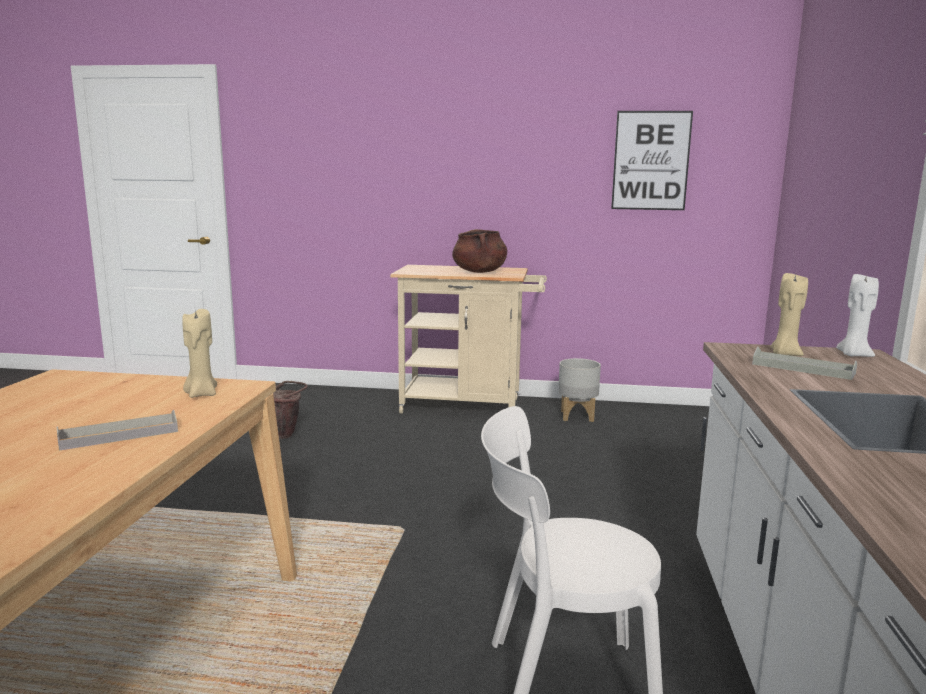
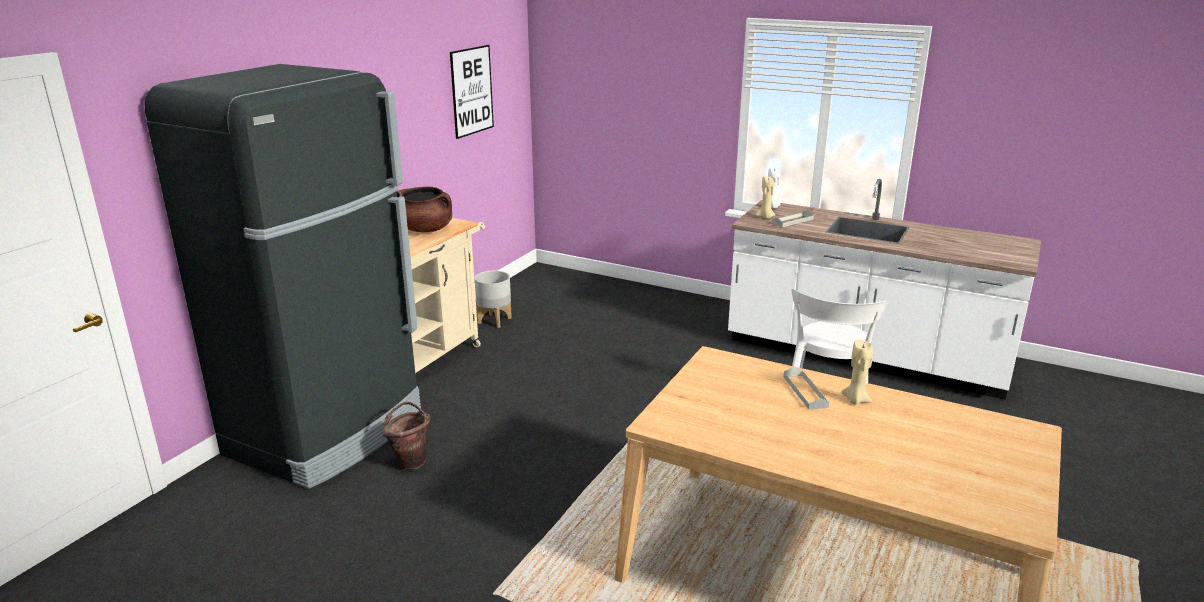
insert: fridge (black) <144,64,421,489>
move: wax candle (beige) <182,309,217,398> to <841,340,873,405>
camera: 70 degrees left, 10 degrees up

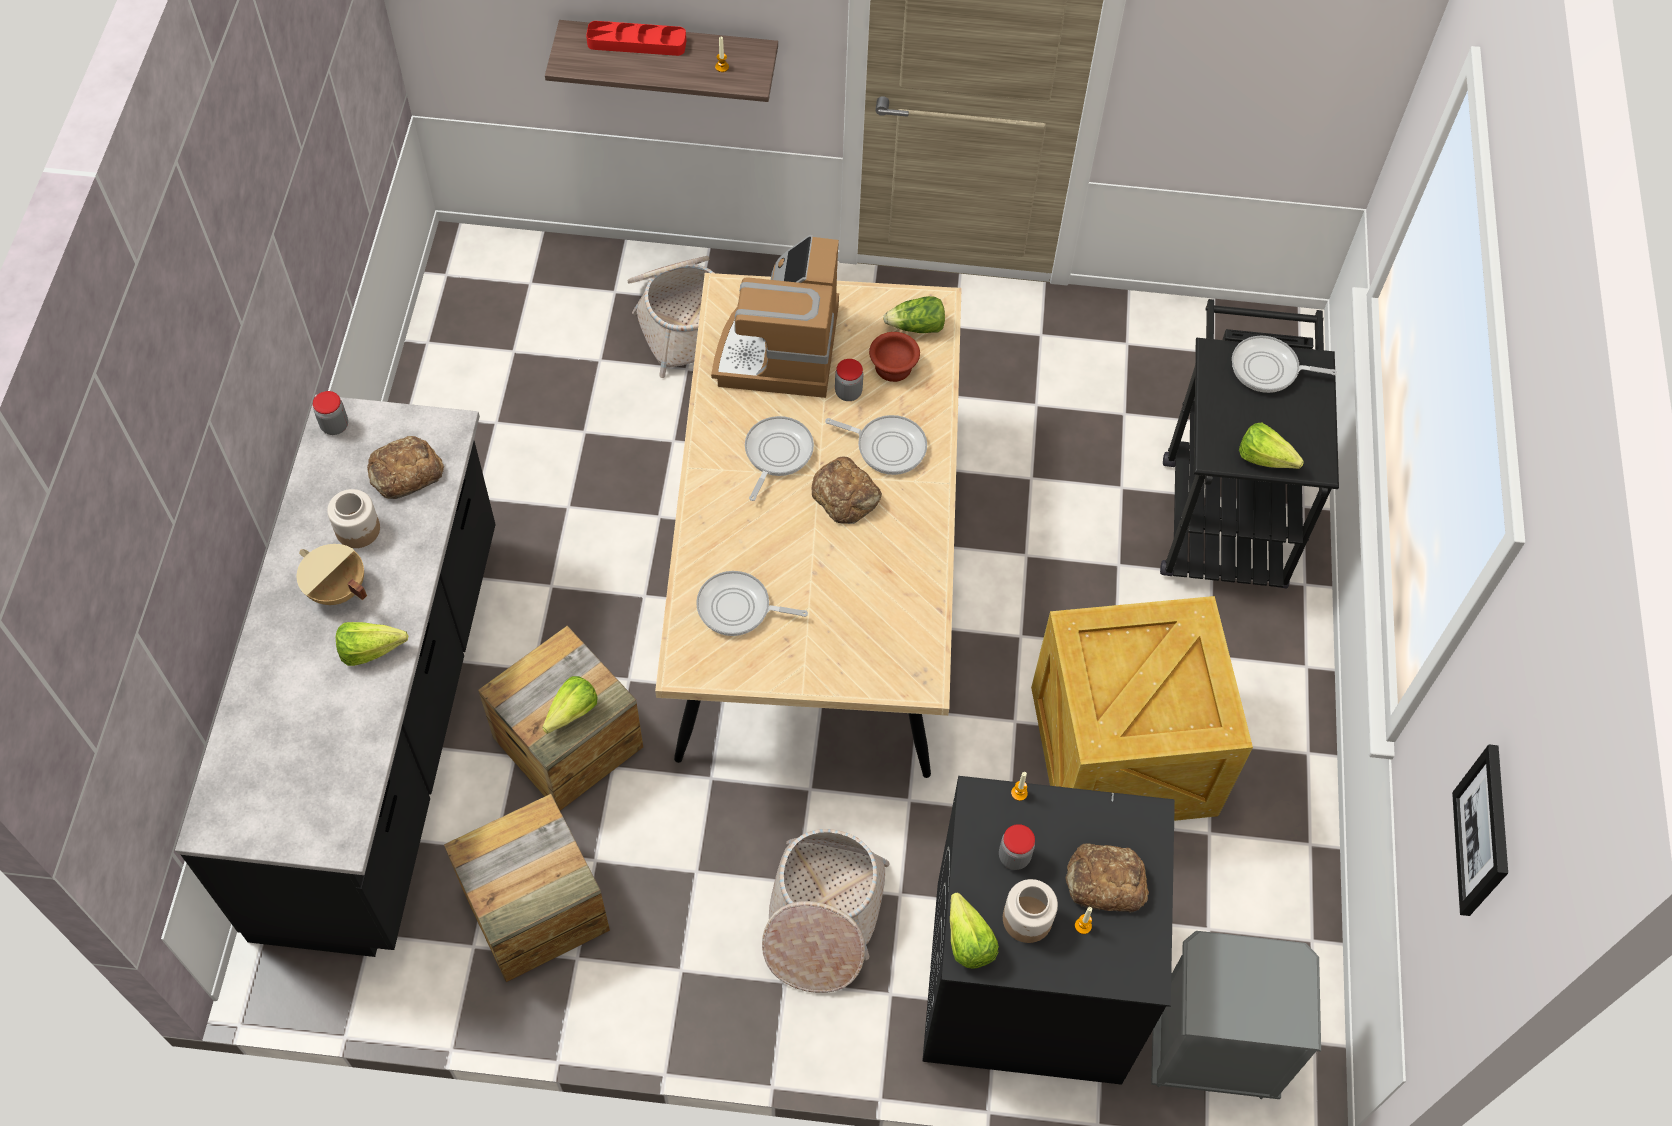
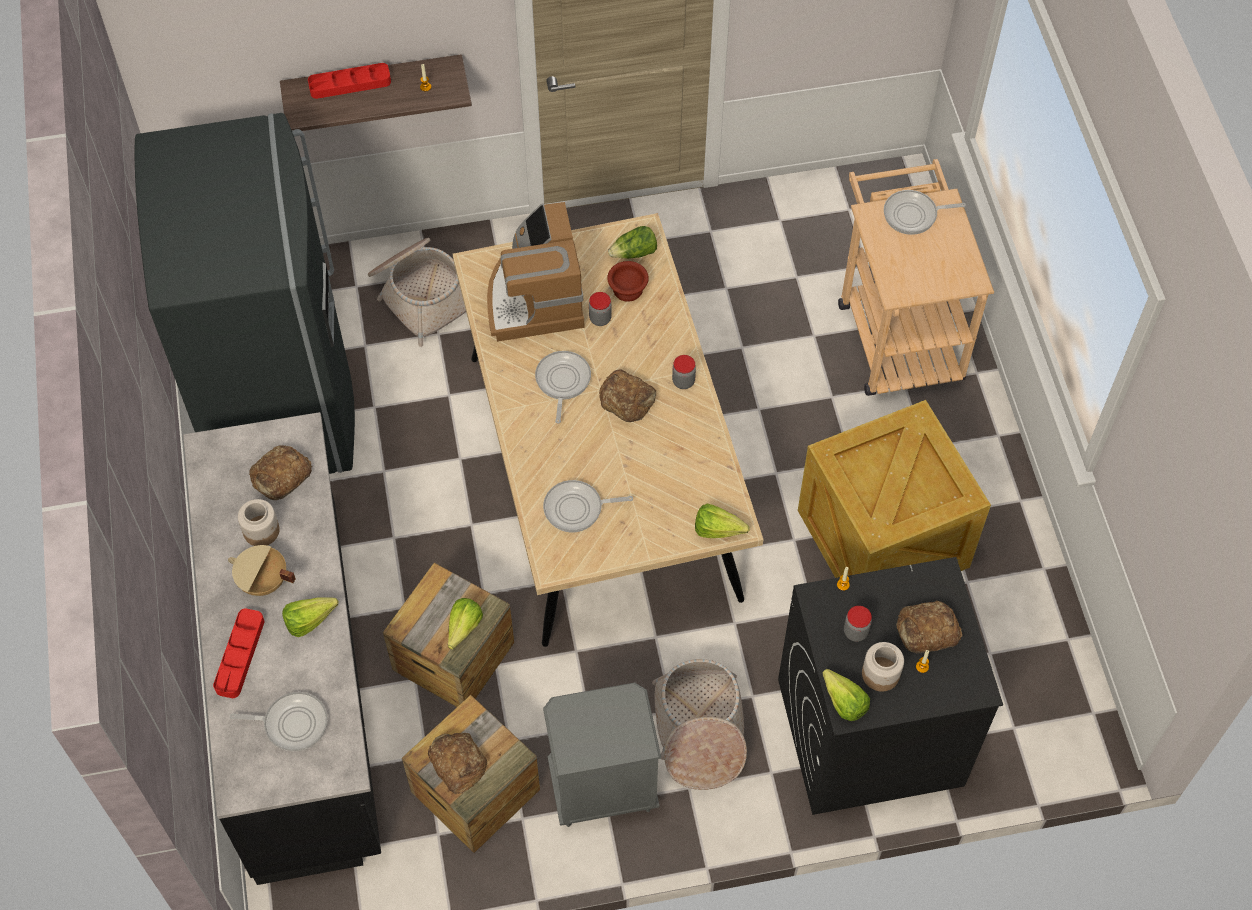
delete: wall art <1452,744,1508,916>
insert: fridge (greyish) <135,113,355,474>; carrying tray (reddish) <213,608,265,698>; bakery bread <428,733,487,794>
move: preserve jar <313,391,348,435> to <672,355,696,389>; pan <825,415,927,475> to <230,692,328,751>; head of lettuce <1239,423,1304,469> to <695,503,750,538>; nightstand (greyish) <1151,931,1321,1099> to <543,683,662,827>
recolor: wheeled cart (black) <1160,299,1339,588> to wheeled cart (beige) <838,159,994,396>
camera: 15 degrees left, 0 degrees up

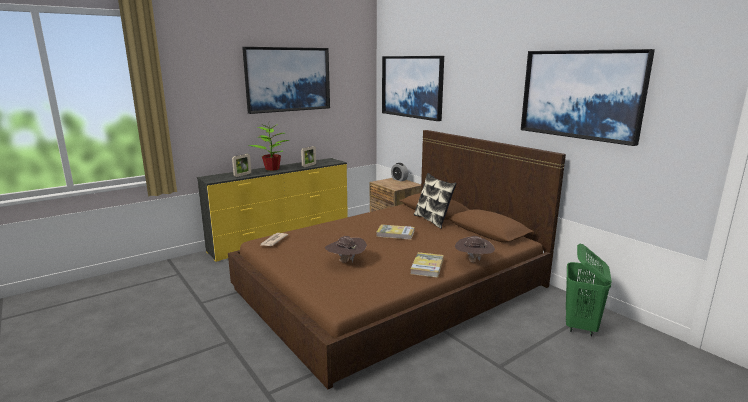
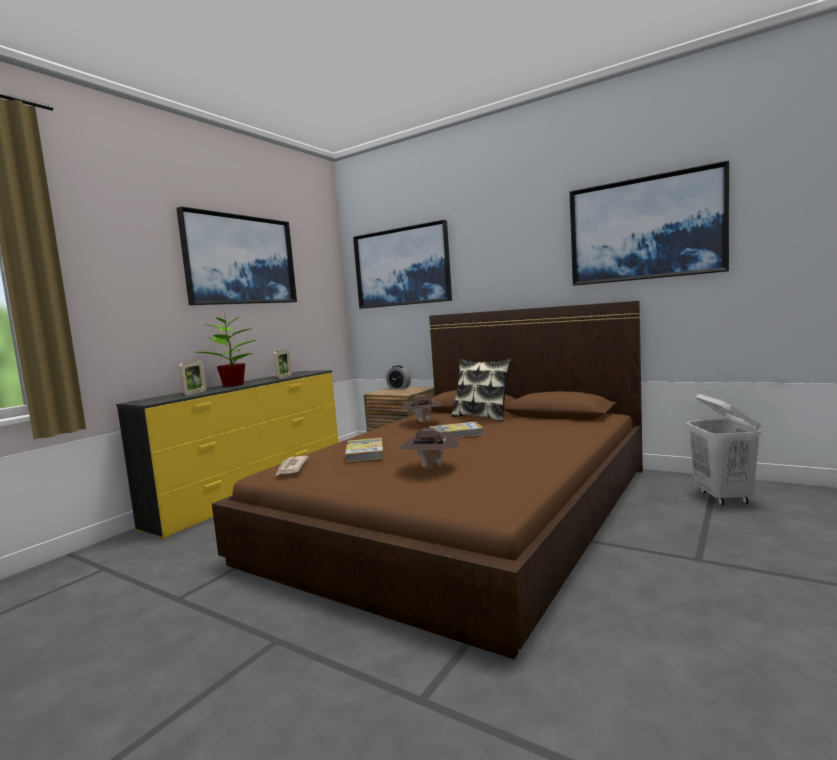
move: hat (brown) <455,236,495,263> to <401,394,443,423>; bound book <410,252,444,278> to <345,438,383,462>
recolor: washing basket (green-coloured) <566,244,612,336> to washing basket (white) <687,394,761,505>
camera: 20 degrees left, 10 degrees down

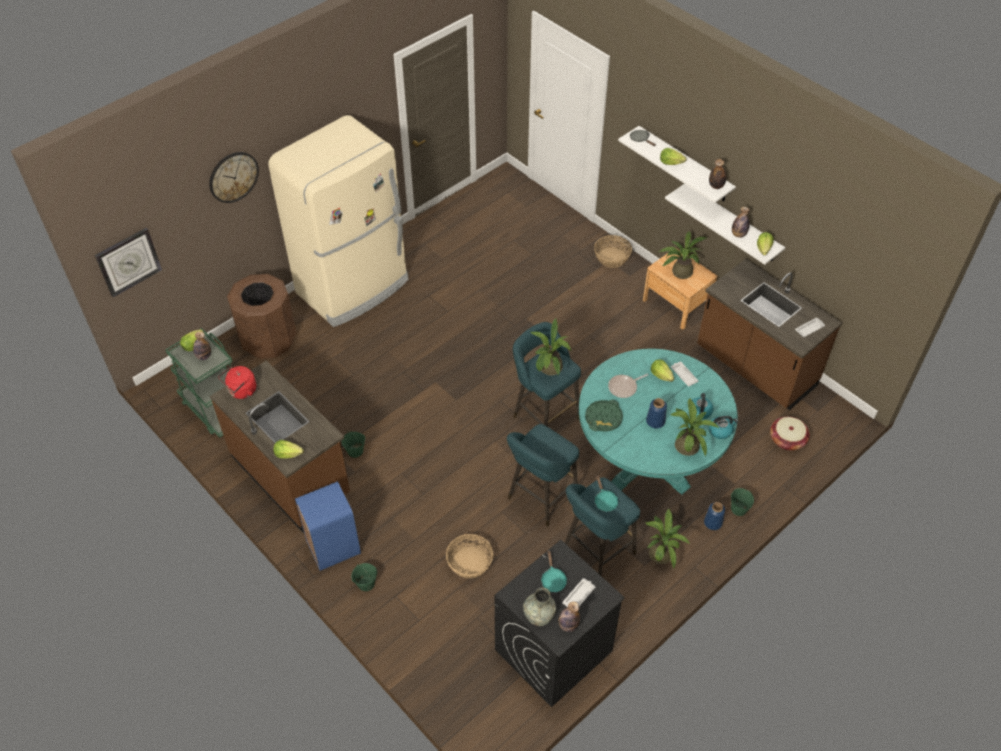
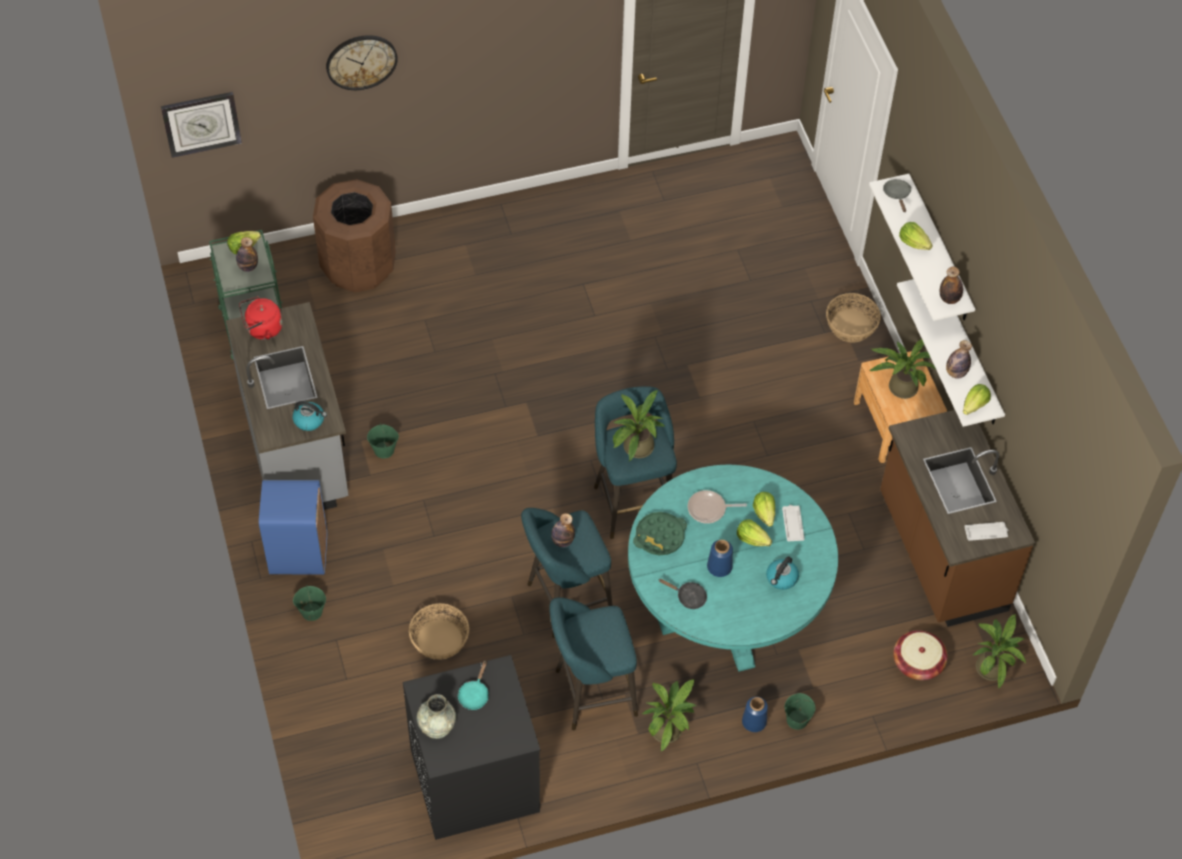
delete: fridge (beige) <268,115,409,327>; pan (turquoise-coloured) <595,475,618,512>; carrying tray (white) <563,578,595,607>
insert: pan (black) <659,579,707,609>
move: houseplant <670,398,719,456> to <973,614,1026,689>; tea kettle <709,416,738,439> to <292,401,327,431>; head of lettuce <273,440,304,459> to <737,519,772,546>; bottle <559,602,580,632> to <551,513,575,547>
recolor: kitchen counter (brown) <210,360,350,533> to kitchen counter (greyish) <226,302,348,510>
camera: 25 degrees right, 5 degrees up

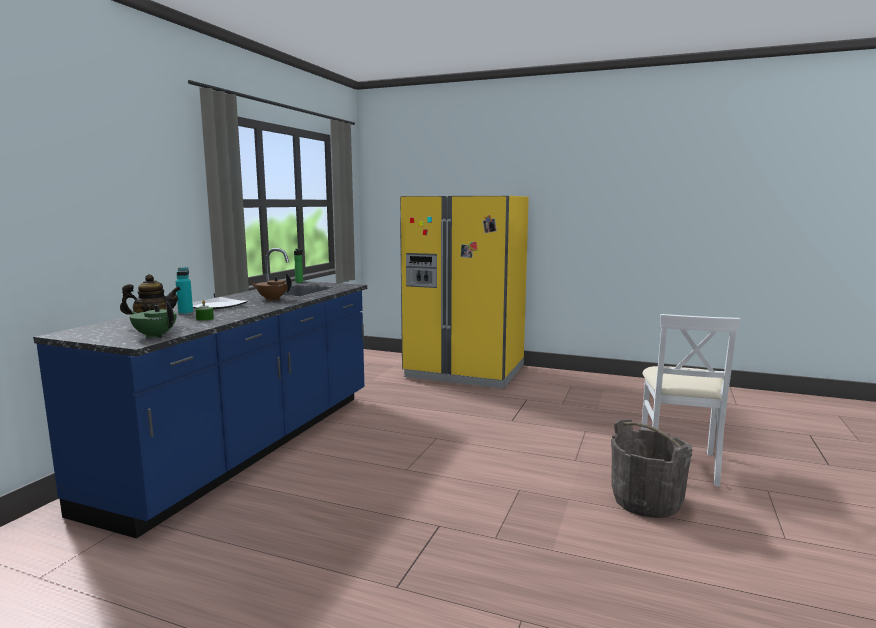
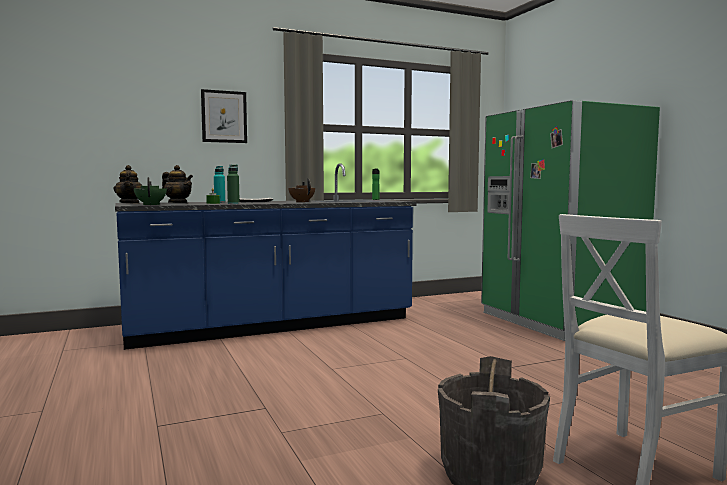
insert: wall art <201,89,247,143>; teapot <113,165,142,204>; bottle (green-coloured) <227,165,240,204>
recolor: fridge (yellow) <400,196,529,388> to fridge (green-coloured) <481,100,660,341>
camera: 45 degrees right, 5 degrees down

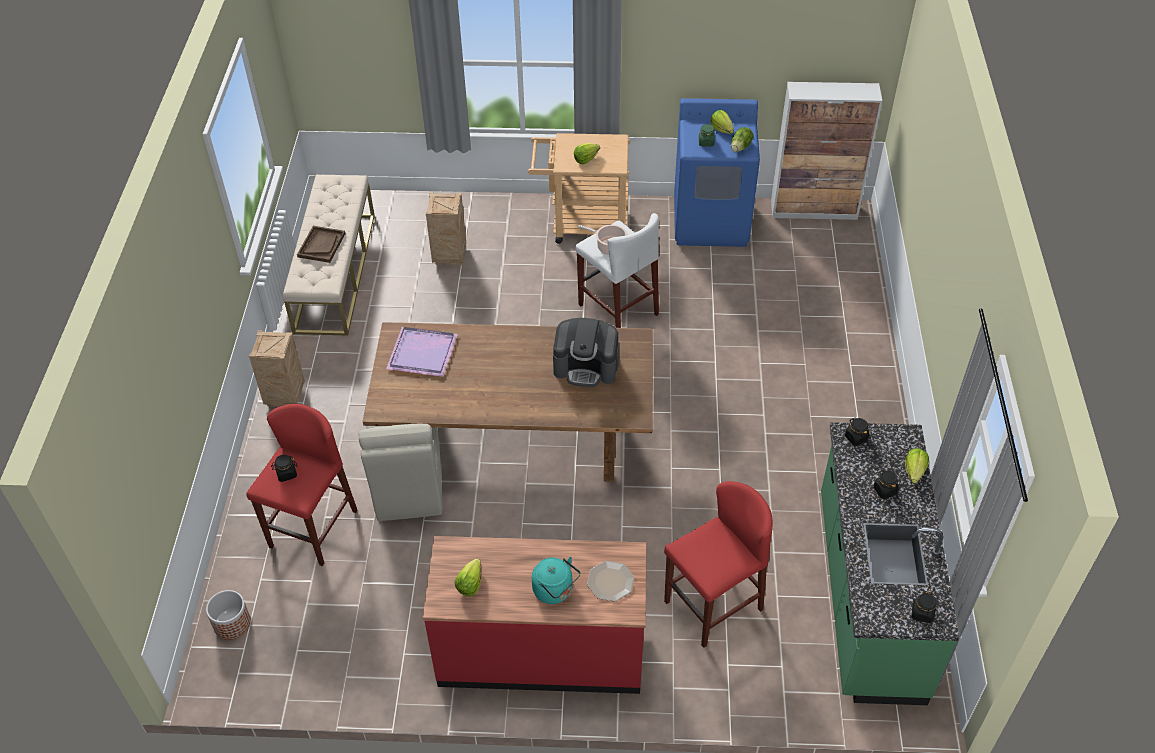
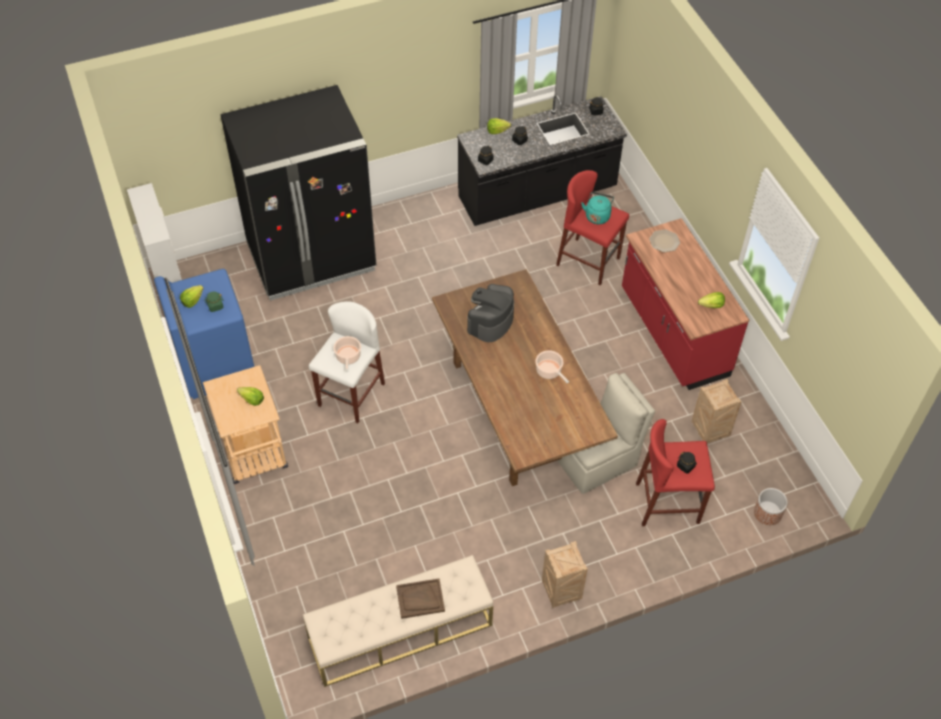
delete: head of lettuce <731,127,754,152>; carrying tray (purple-coloured) <386,327,458,377>
insert: fridge (black) <221,85,376,301>; saucepot <535,350,569,383>
move: crate <426,193,466,266> to <691,379,742,443>; tea kettle (turquoise-coloured) <532,557,580,604> to <581,192,614,224>
recolor: kitchen counter (green-coloured) <821,422,959,705> to kitchen counter (black) <457,95,627,226>
rotate: coffee machine <553,318,619,387> = <467,284,514,342> 135 degrees counterclockwise
camera: 115 degrees left, 5 degrees up

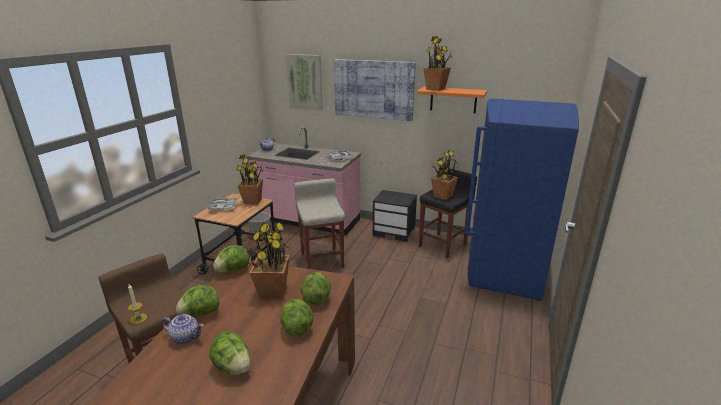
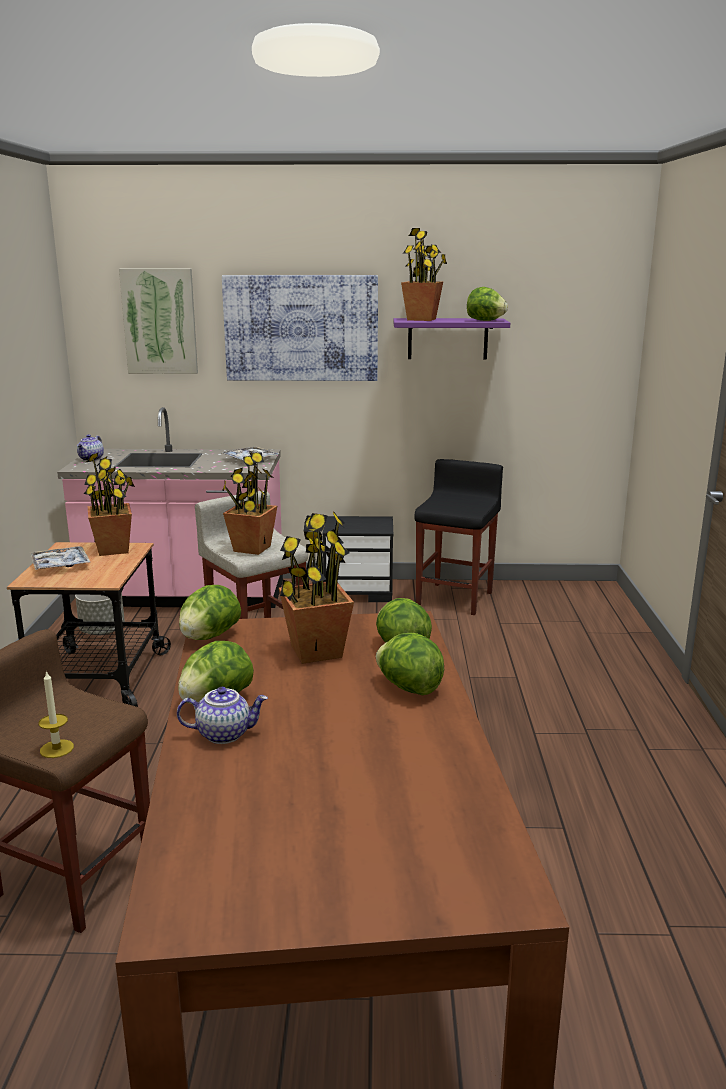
delete: fridge (bluish) <465,99,579,301>
move: houseplant <431,150,458,200> to <223,452,277,555>; head of lettuce <209,331,250,375> to <467,287,508,321>
recolor: shelf (orange) <417,87,487,113> to shelf (purple-coloured) <393,318,510,360>
camera: 20 degrees left, 5 degrees down

